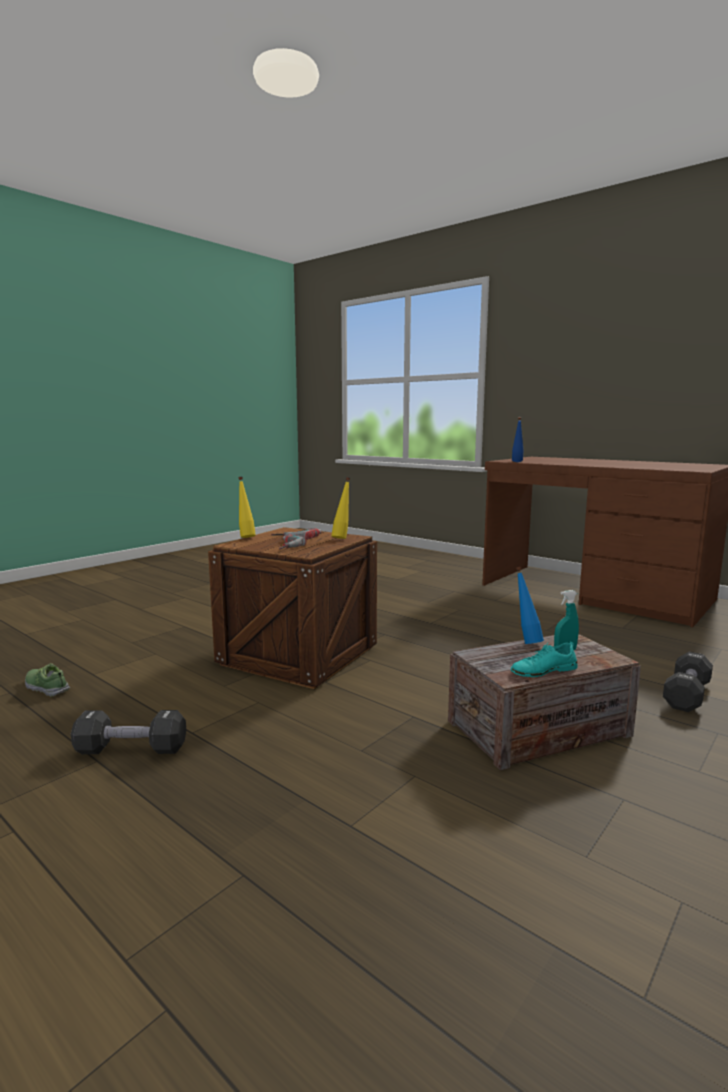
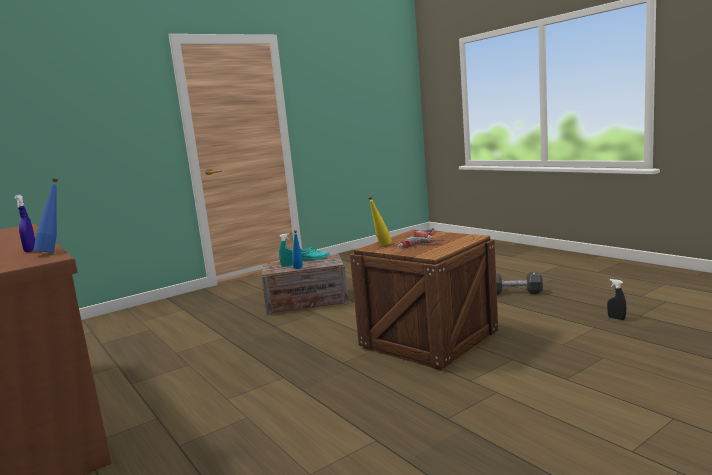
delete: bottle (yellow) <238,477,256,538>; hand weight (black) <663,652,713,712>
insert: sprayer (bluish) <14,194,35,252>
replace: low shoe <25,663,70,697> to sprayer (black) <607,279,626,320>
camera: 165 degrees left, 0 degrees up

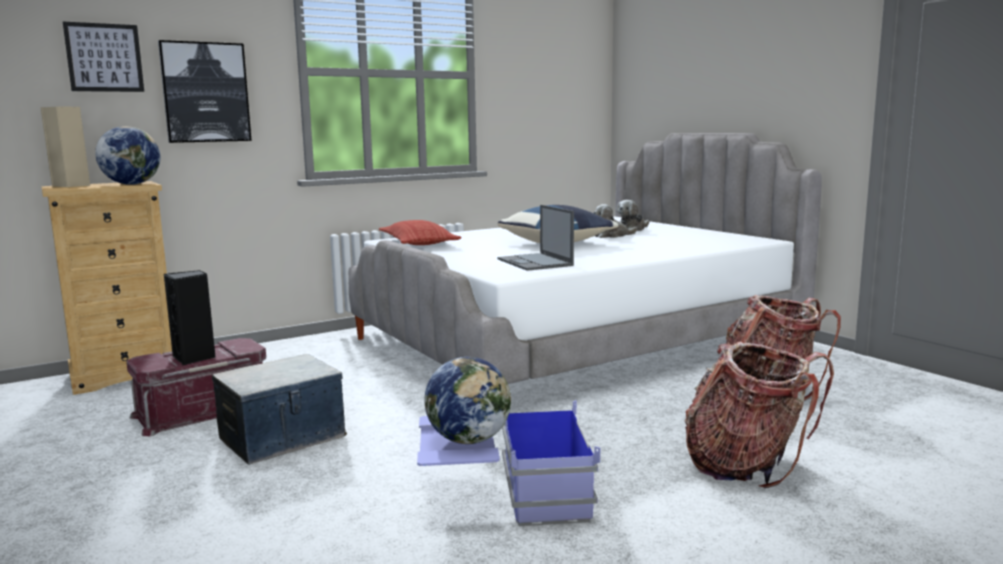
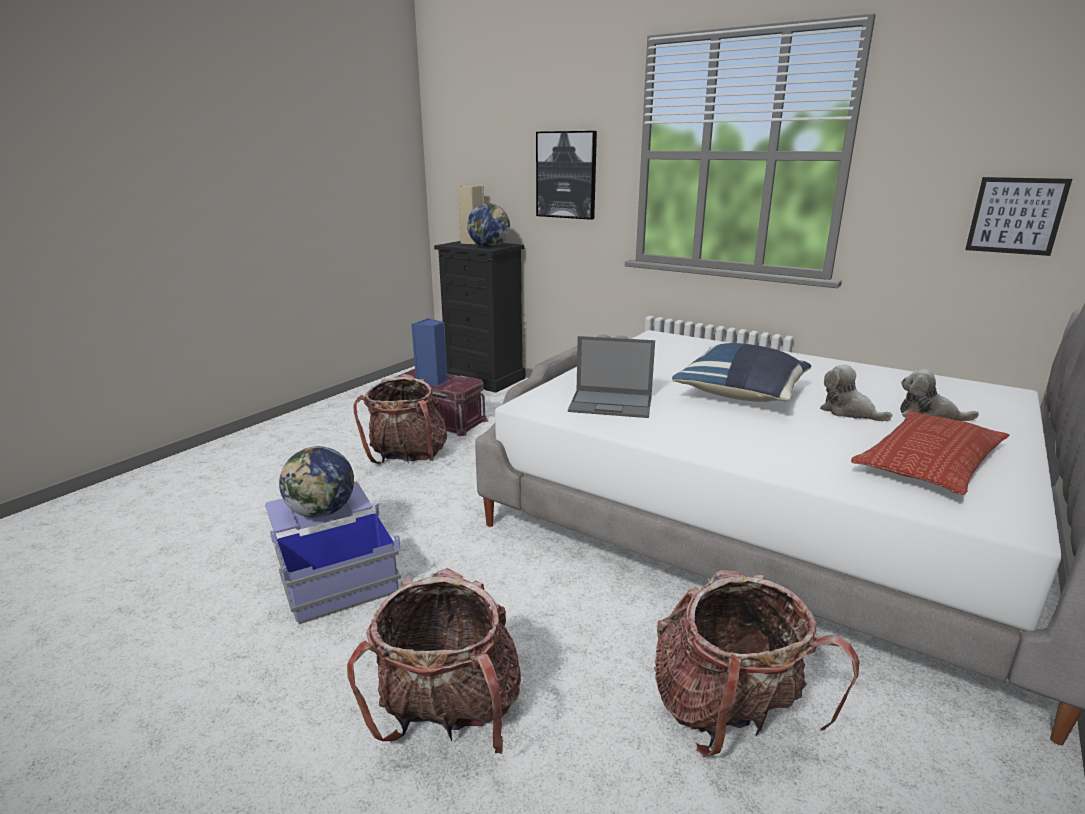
move: wall art <63,22,144,92> to <965,177,1072,256>; cushion <379,220,462,245> to <851,410,1009,495>
replace: storage box <212,354,347,465> to rucksack <354,374,447,464>
recolor: chest of drawers (beige) <41,181,172,395> to chest of drawers (black) <434,241,525,393>; loudspeaker (black) <164,270,216,366> to loudspeaker (bluish) <411,318,448,386>
rotate: notebook computer <498,205,574,271> = <568,336,655,418> 120 degrees counterclockwise
camera: 65 degrees right, 10 degrees up

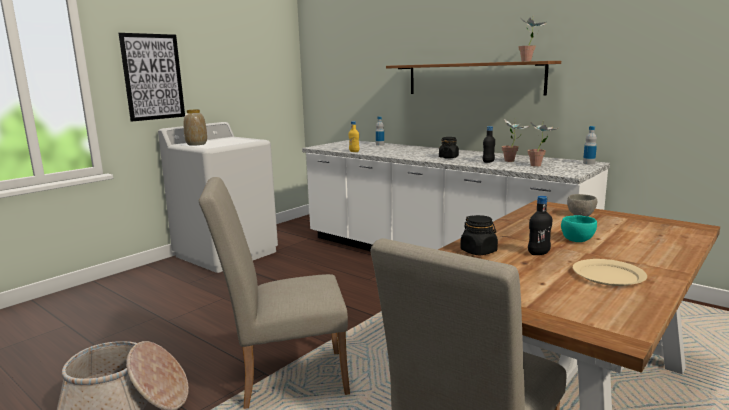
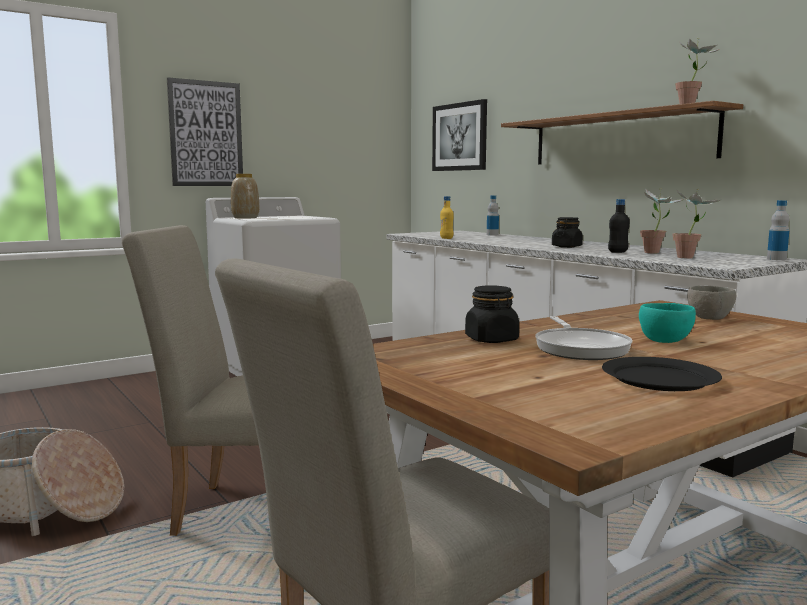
insert: wall art <432,99,487,171>
replace: bottle (black) <528,196,552,255> to pan <535,316,633,360>
recolor: flat dish (beige) <573,259,647,286> to flat dish (black) <602,357,722,391>
camera: 15 degrees right, 5 degrees down

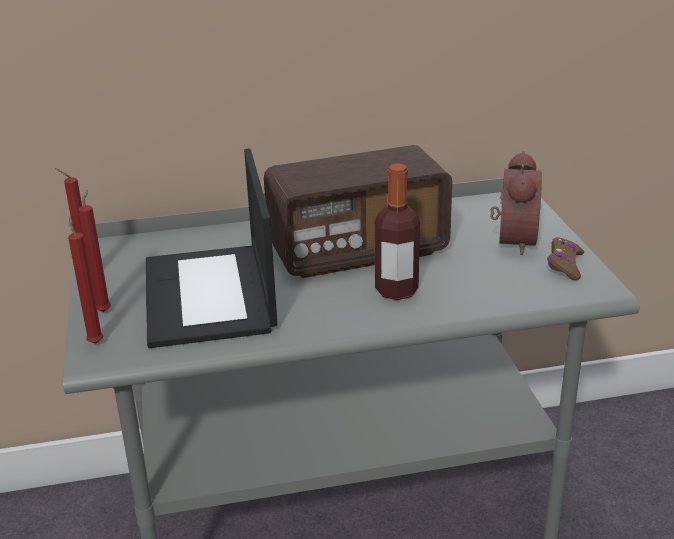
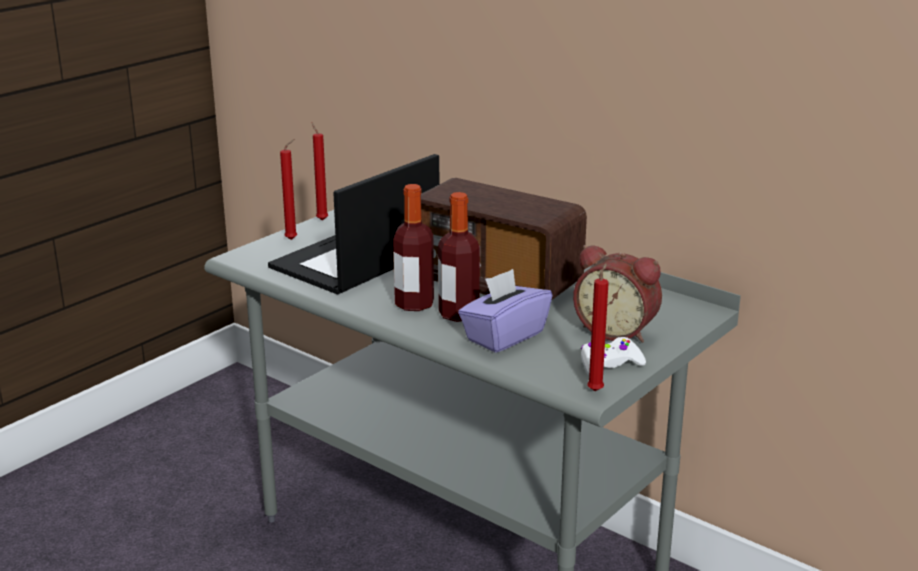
insert: bottle <393,184,434,311>; tissue holder (purple-coloured) <458,269,553,353>
move: wax candle (reddish) <68,217,103,344> to <587,263,609,391>
recolor: gamepad (brown) <547,237,584,280> to gamepad (white) <581,337,646,375>
rotate: table clock <490,151,542,255> = <573,245,662,343> 60 degrees clockwise
camera: 50 degrees right, 5 degrees down

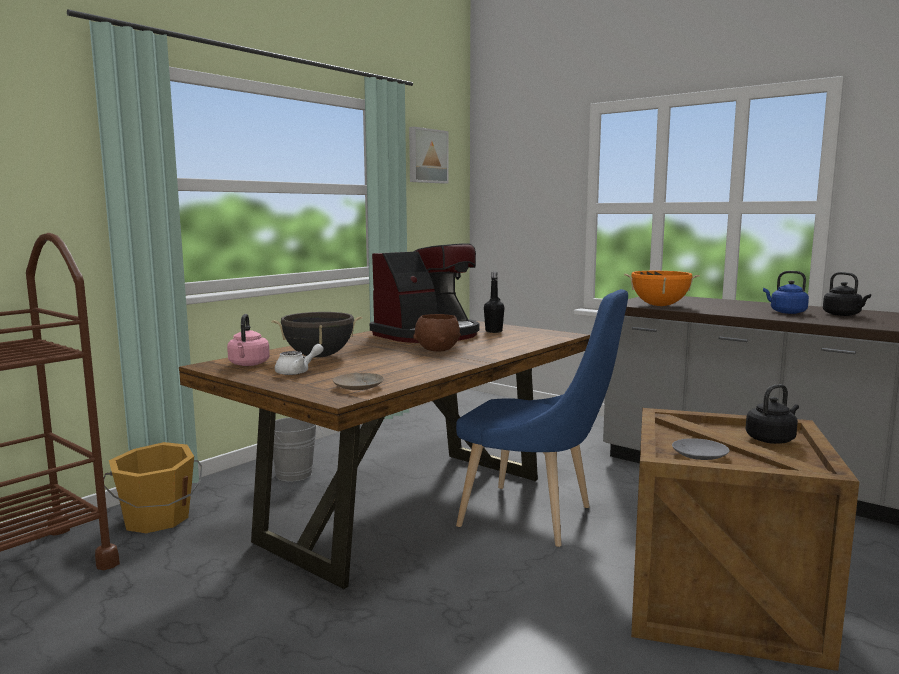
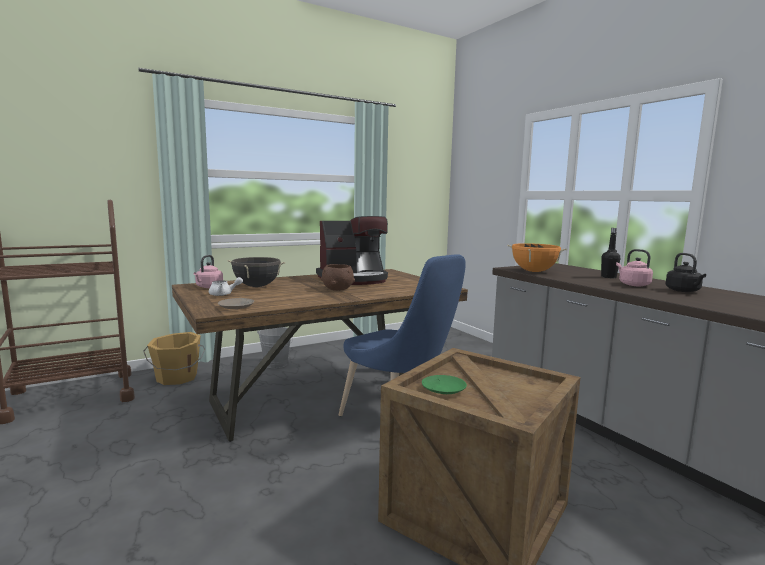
delete: wall art <409,127,449,184>; tea kettle (black) <746,384,799,444>
move: bottle (black) <484,272,504,333> to <601,228,621,278>
recolor: tea kettle (bluish) <763,271,809,314> to tea kettle (pinkish) <616,249,653,286>; flat dish (greyish) <672,438,730,460> to flat dish (green-coloured) <422,375,467,394>
camera: 20 degrees right, 0 degrees up

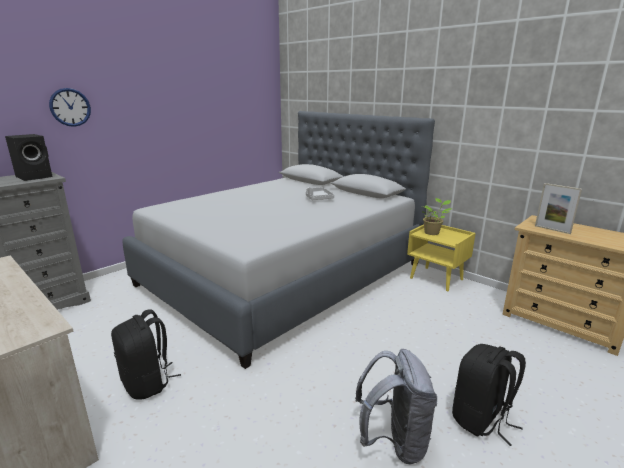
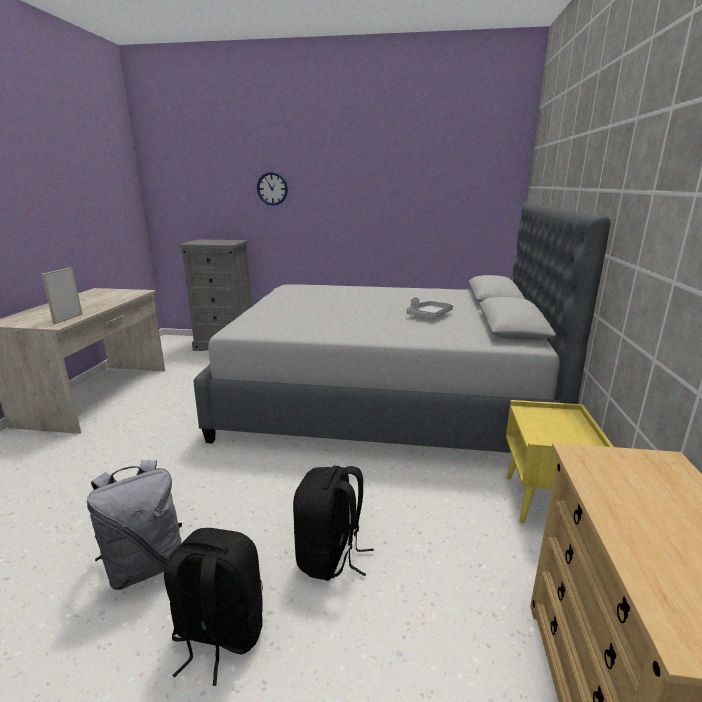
delete: loudspeaker (black) <5,134,53,181>; houseplant <422,198,452,235>
move: photo frame <535,183,582,234> to <42,267,83,324>; rucksack (black) <111,309,181,400> to <293,466,374,581>
camera: 55 degrees right, 0 degrees up

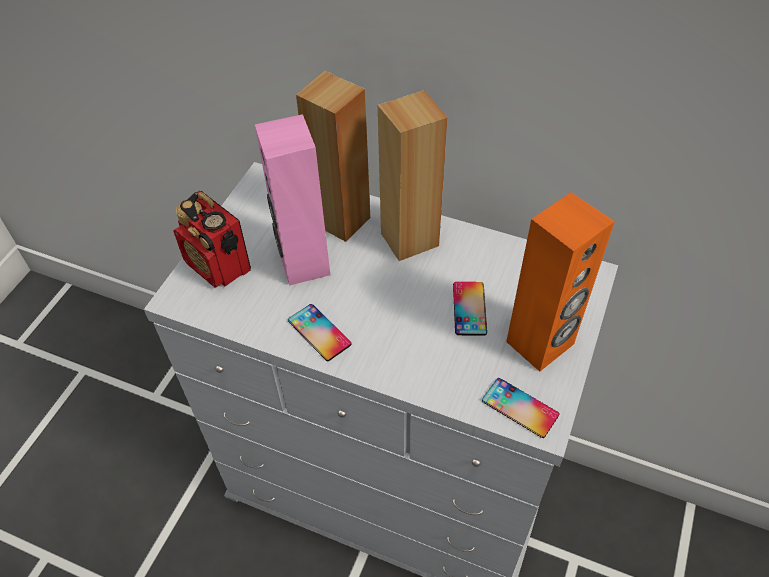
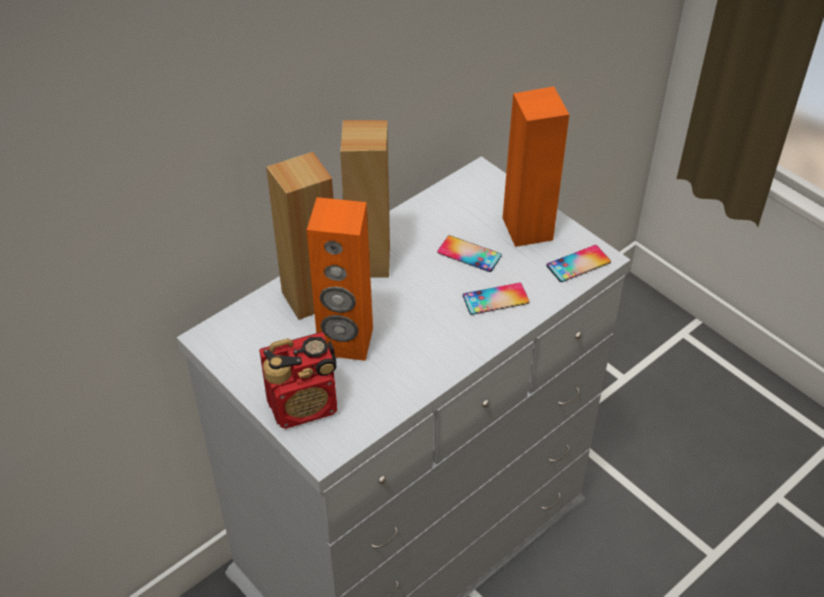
move: handset <288,304,351,361> to <463,283,529,315>
recolor: loudspeaker (pinkish) <255,114,330,286> to loudspeaker (orange) <307,197,373,361>
camera: 65 degrees left, 5 degrees down

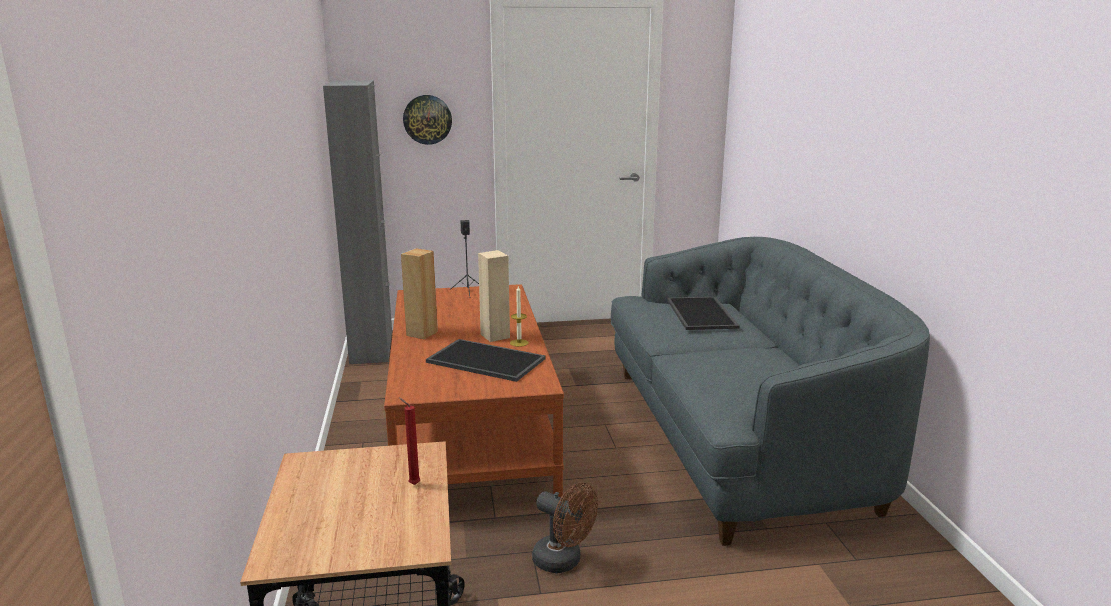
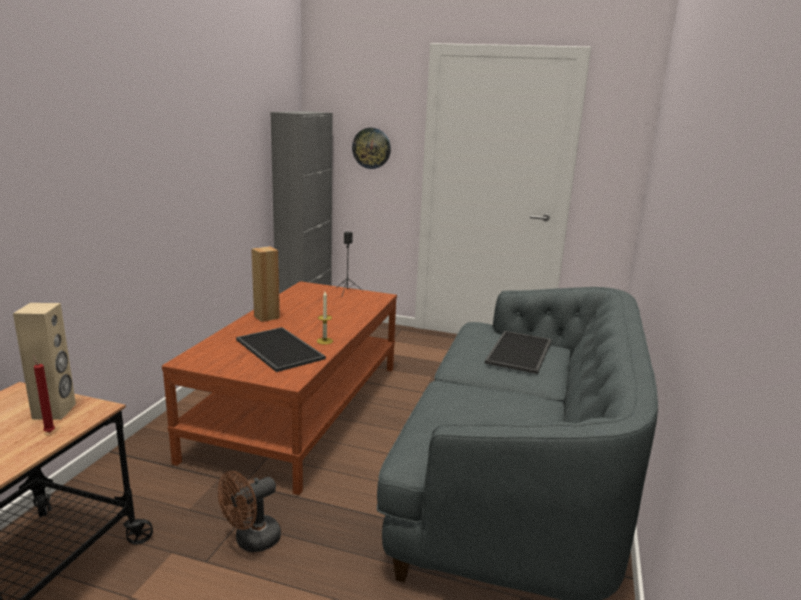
move: loudspeaker (beige) <478,250,510,342> to <13,303,76,420>
rotate: electric fan (brown) <532,483,598,573> = <218,471,281,552> 75 degrees clockwise
camera: 25 degrees right, 0 degrees up

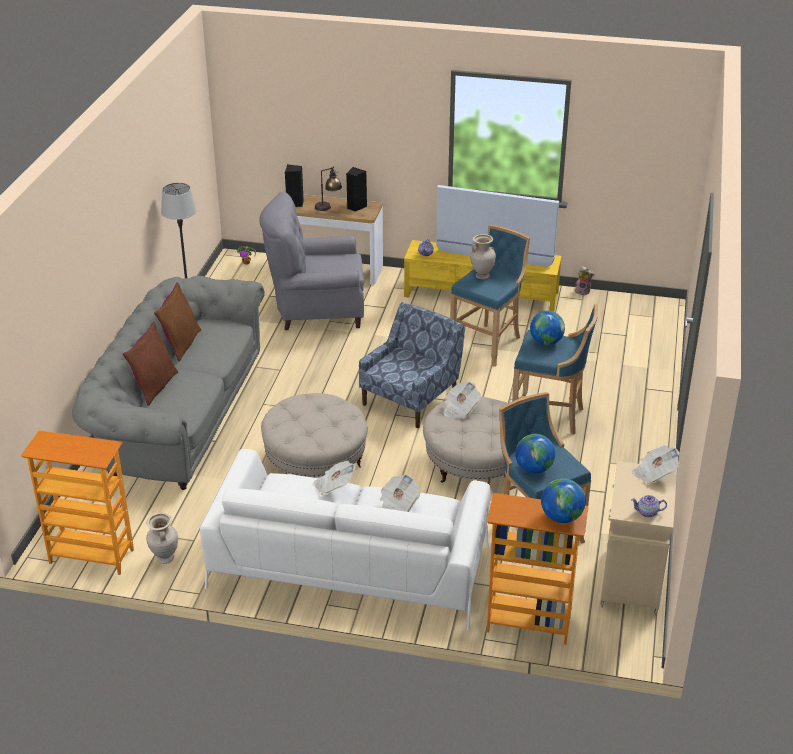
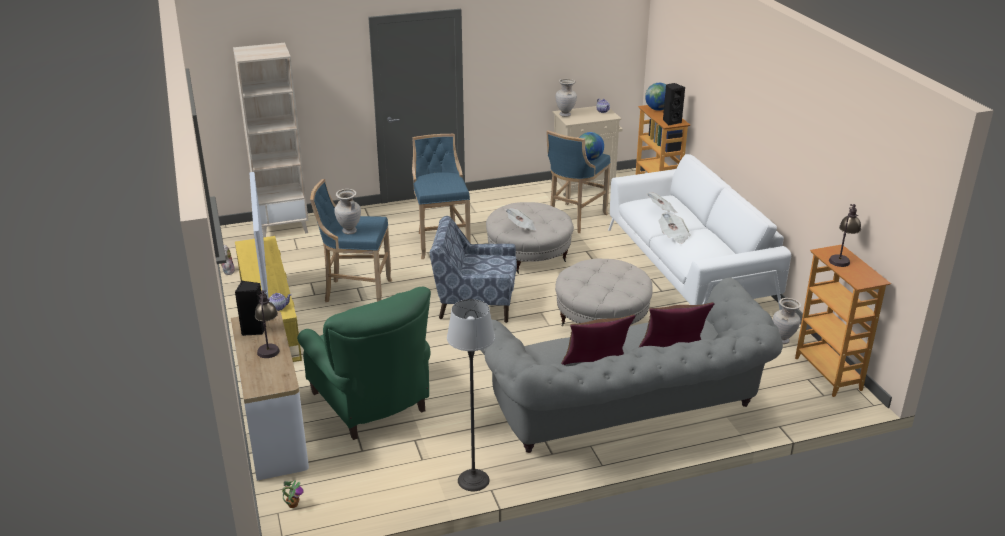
delete: world globe <530,311,565,346>
insert: bookcase (beige) <233,43,308,237>; tabletop lamp <829,204,861,267>
move: loudspeaker (black) <285,164,304,207> to <663,83,685,125>
replace: newspaper <632,445,680,484> to flower vase (beige) <555,79,577,117>
recolor: armchair (greyish) <259,192,364,330> to armchair (green-coloured) <297,287,431,440>
camera: 120 degrees left, 5 degrees down

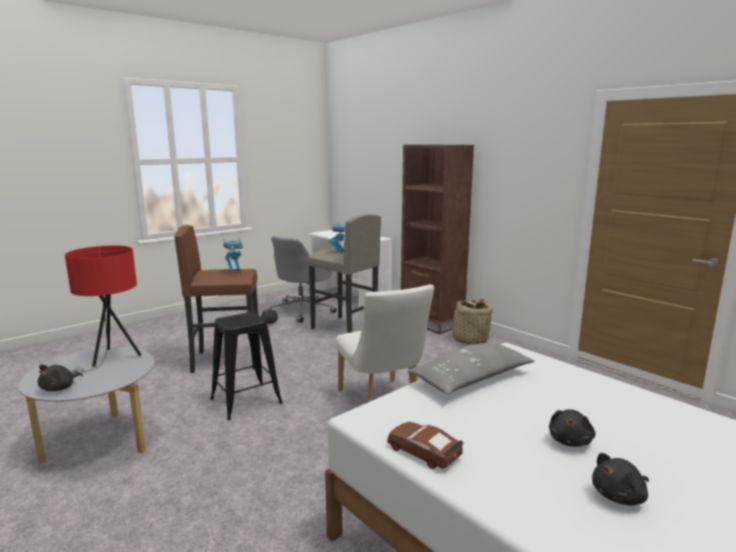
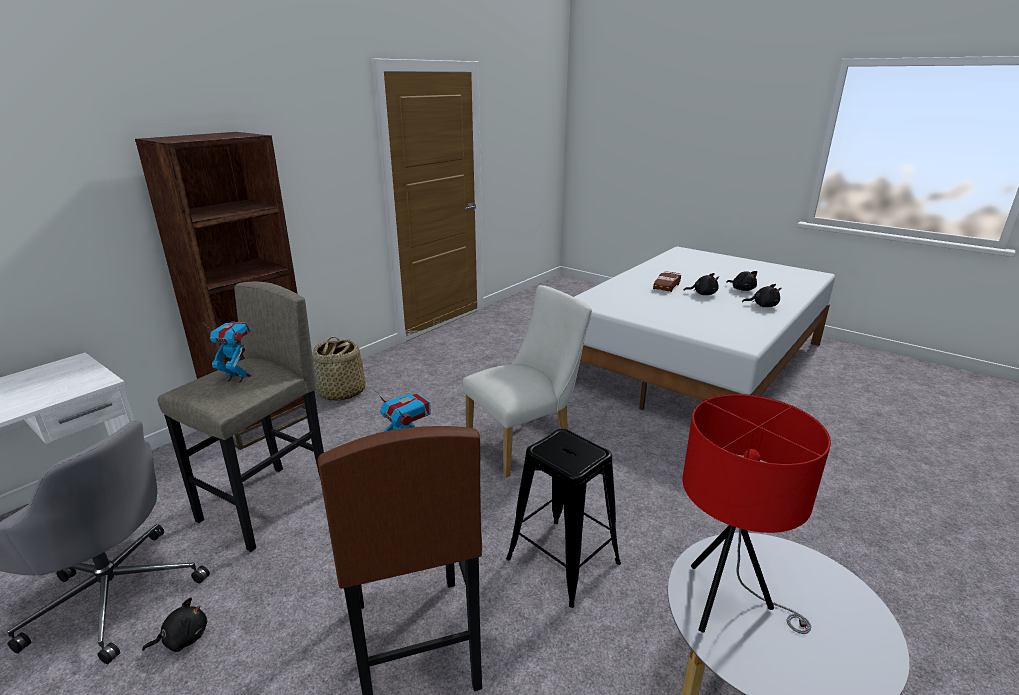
delete: cushion (greyish) <407,342,535,394>
move: cuddly toy (black) <38,365,83,391> to <742,284,781,307>; model car (brown) <387,422,464,469> to <653,271,681,292>
camera: 100 degrees left, 10 degrees up

